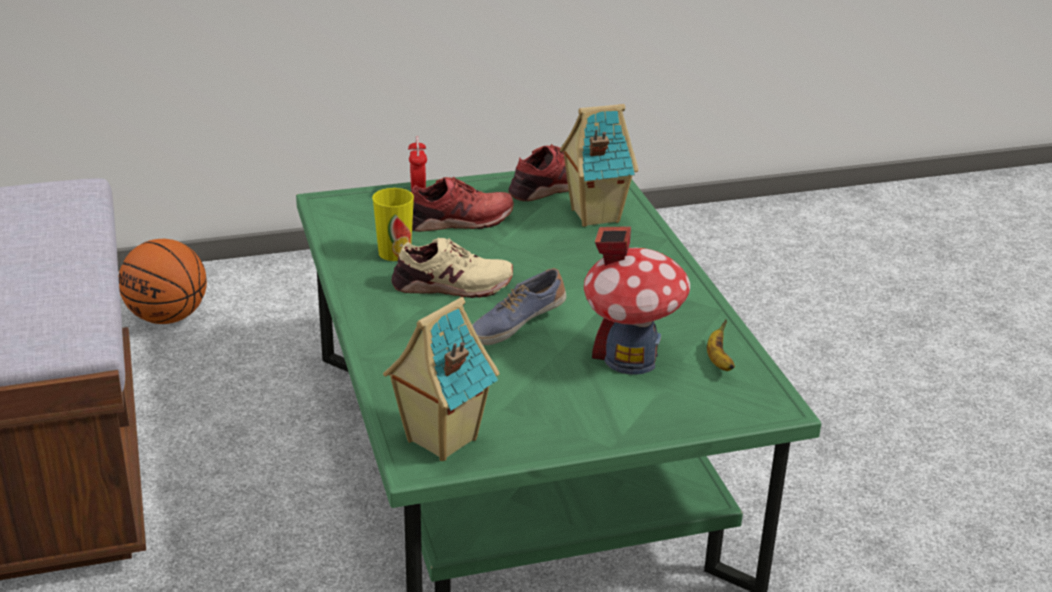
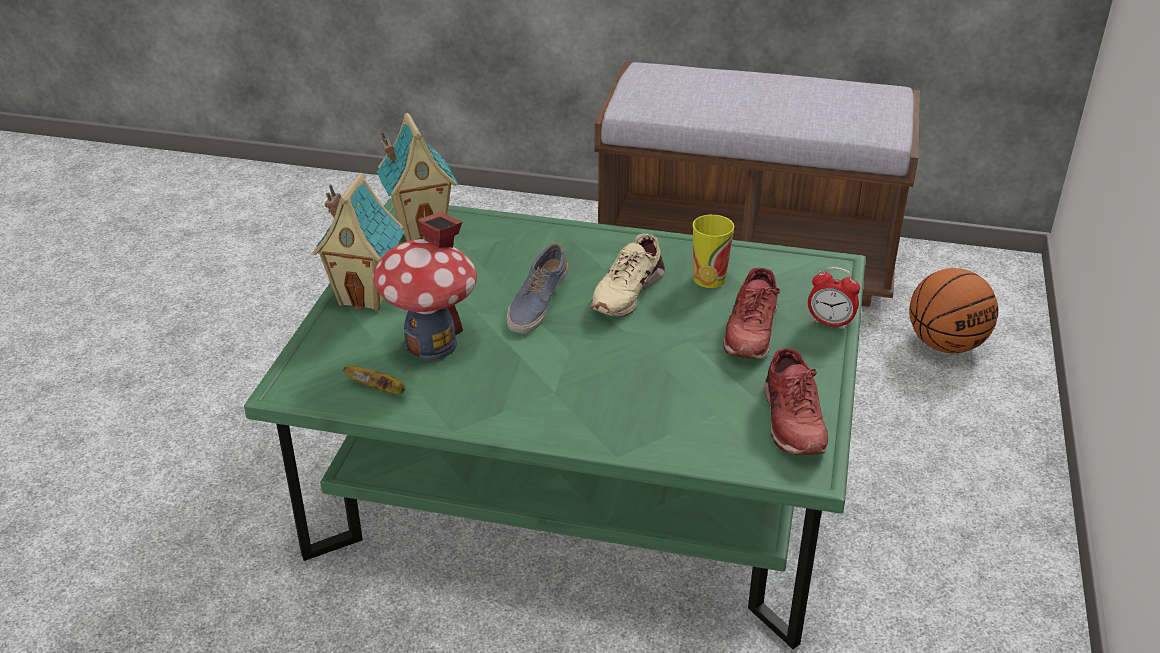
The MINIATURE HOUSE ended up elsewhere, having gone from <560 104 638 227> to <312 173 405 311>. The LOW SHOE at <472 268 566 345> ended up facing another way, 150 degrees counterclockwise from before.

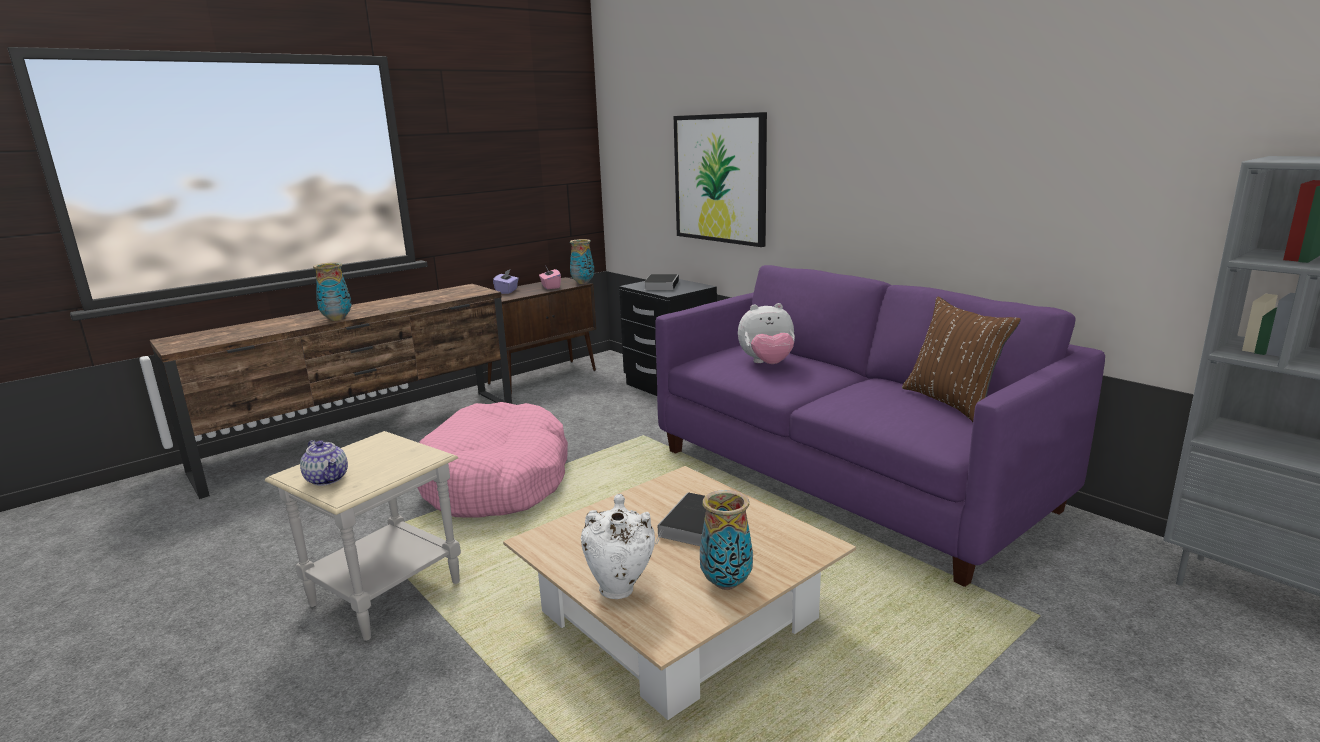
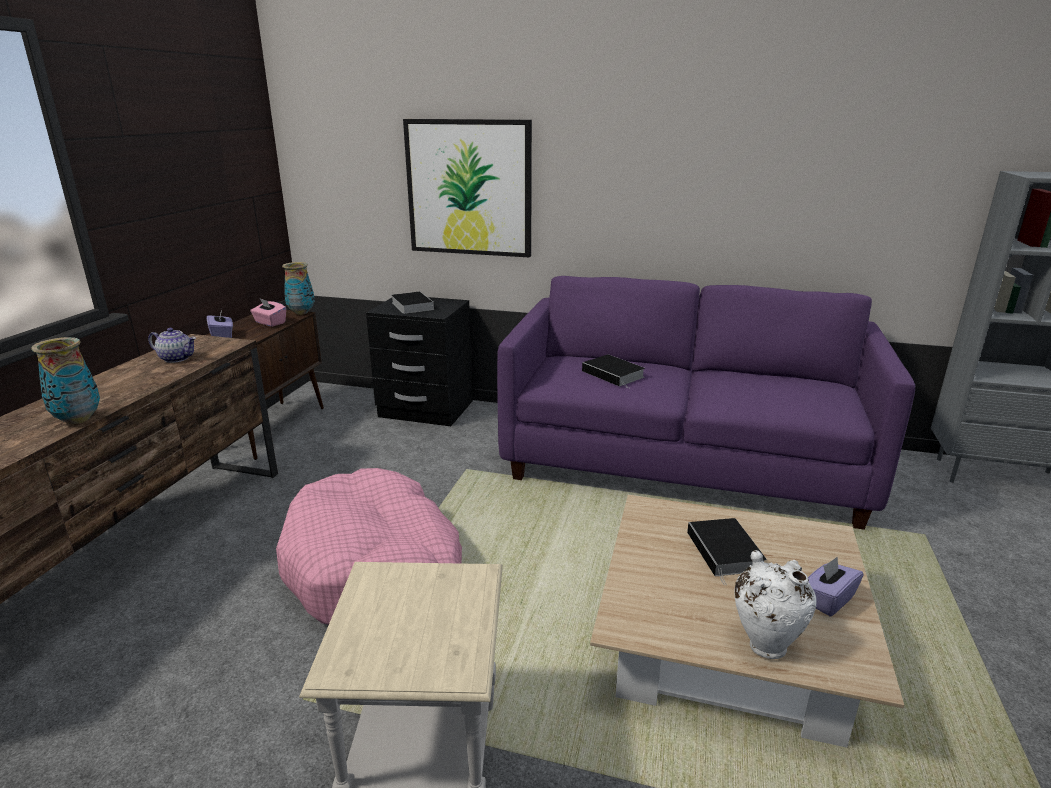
The TEA POT ended up elsewhere, having gone from <300 440 348 486> to <148 328 196 363>. Where the PLUSH TOY stood at <738 303 795 364>, the BOOK came to stand at <582 355 645 389>. Where the DECORATIVE VASE stood at <700 490 753 590>, the PURPLE TISSUE HOLDER came to stand at <808 557 863 616>. The second view lost the BROWN CUSHION at <902 297 1021 422>.

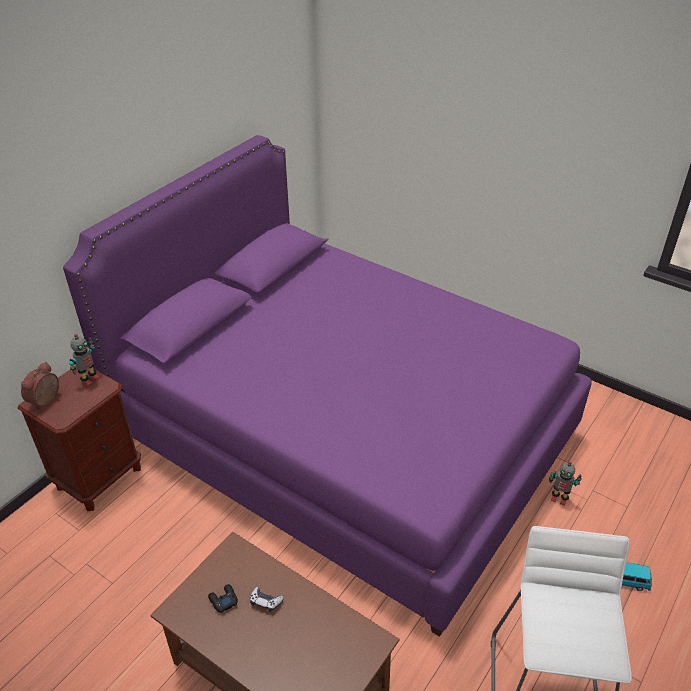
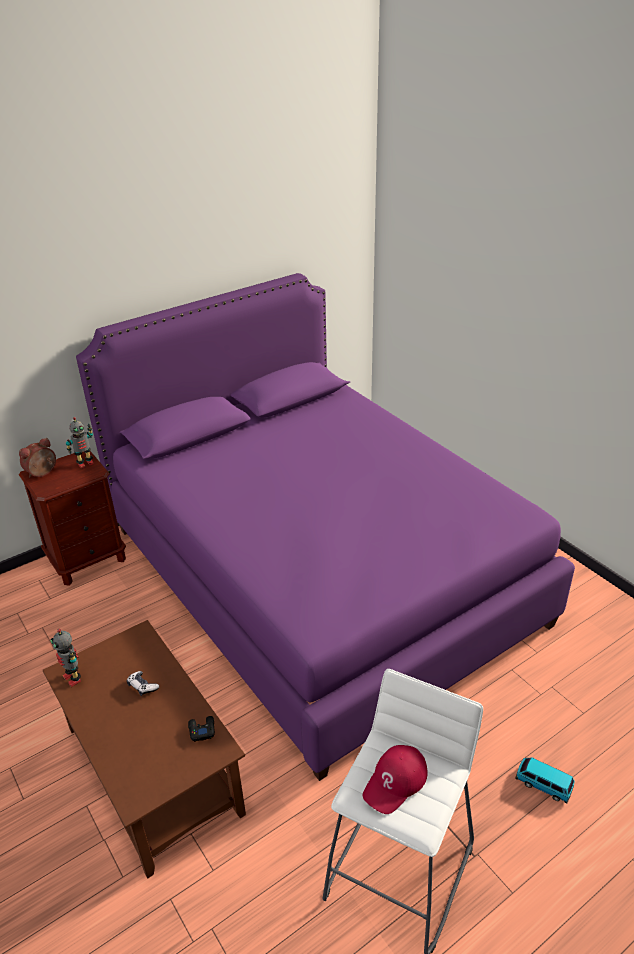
The ROBOT FIGURE ended up elsewhere, having gone from <549 461 582 505> to <51 629 81 687>. The BLACK GAME CONTROLLER ended up elsewhere, having gone from <208 584 238 613> to <188 716 215 742>. The second view gained the RED BASEBALL CAP at <363 745 428 814>.

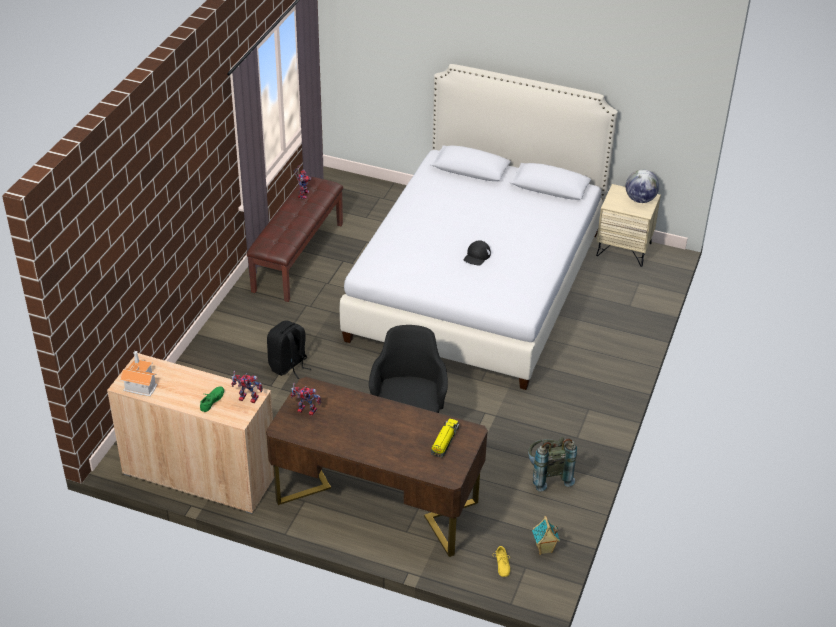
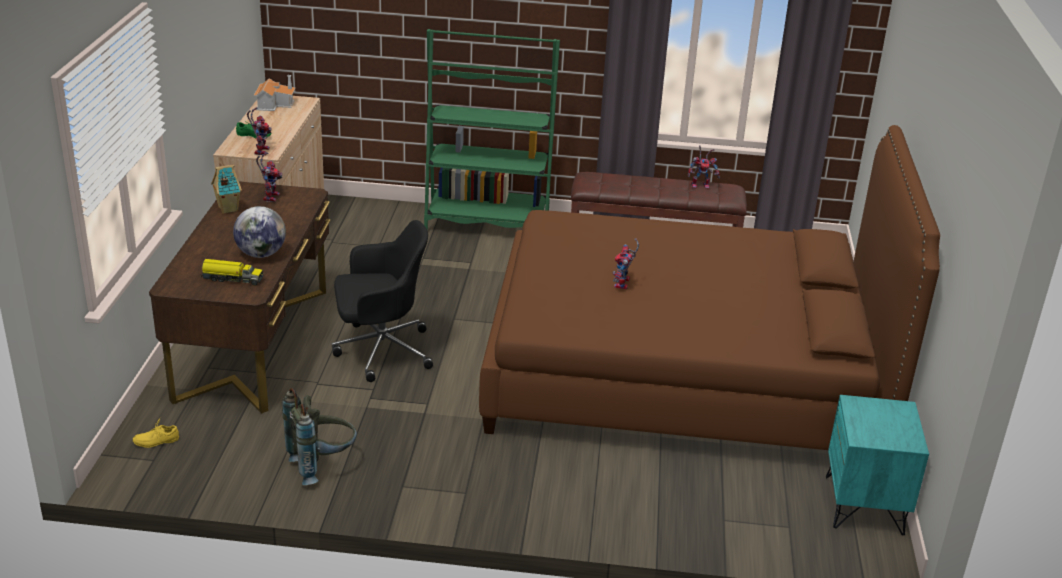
The MINIATURE HOUSE ended up elsewhere, having gone from <532 516 560 555> to <211 165 242 214>. The GLOBE ended up elsewhere, having gone from <625 170 659 203> to <233 206 286 258>. The second view gained the GREEN-COLOURED BOOKCASE at <424 29 560 231>. What was the WHITE-COLOURED BEDROOM BED at <340 64 618 390> turned into the BROWN BEDROOM BED at <479 125 940 450>. Where the BLACK BASEBALL CAP stood at <464 240 491 266>, the ROBOT FIGURE came to stand at <613 239 639 289>. What was the SAND-COLOURED NIGHTSTAND at <596 184 661 267> turned into the TURQUOISE-COLOURED NIGHTSTAND at <826 395 929 535>. The second view lost the BLACK KNAPSACK at <267 320 311 379>.

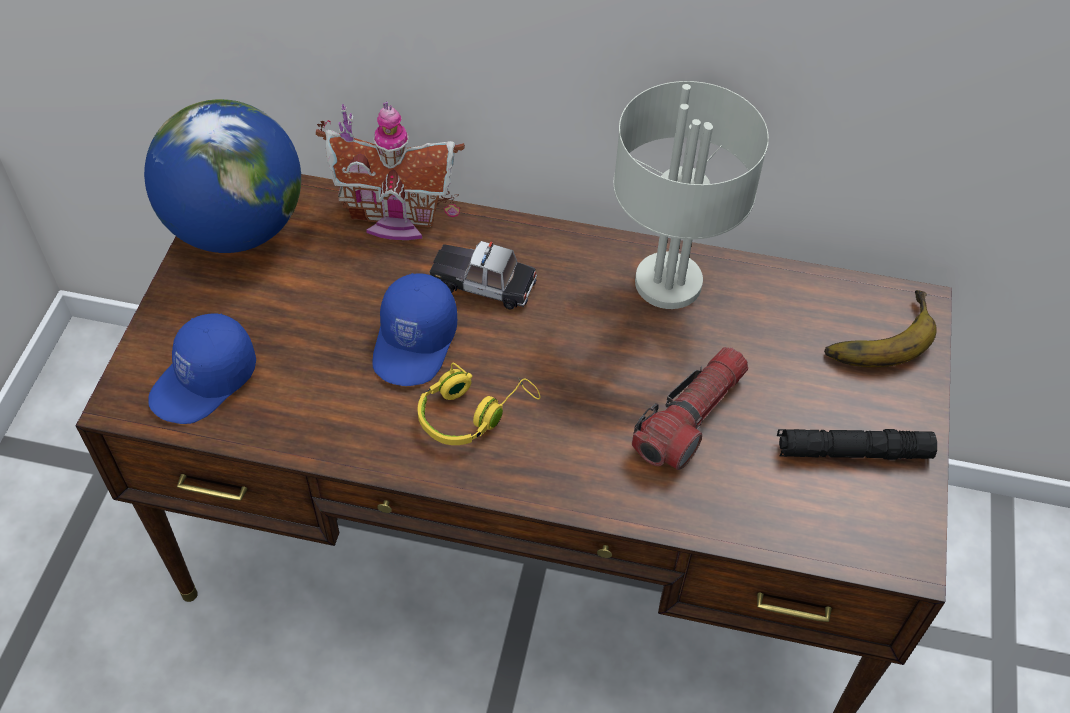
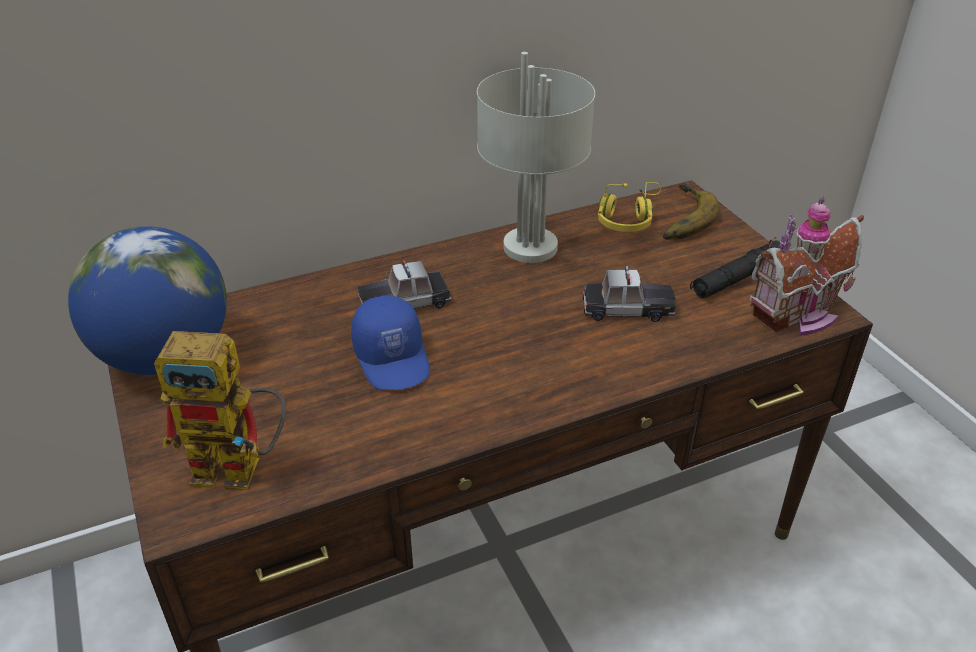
Where the BLUISH BASEBALL CAP stood at <148 313 256 424>, the ROBOT FIGURE came to stand at <154 331 286 490>. Where the HAND TORCH stood at <632 347 748 470>, the MINIATURE CAR came to stand at <583 266 676 322>. The YELLOW HEADSET ended up elsewhere, having gone from <418 363 541 445> to <598 182 661 232>. The MINIATURE HOUSE ended up elsewhere, having gone from <316 102 465 240> to <750 196 864 336>.

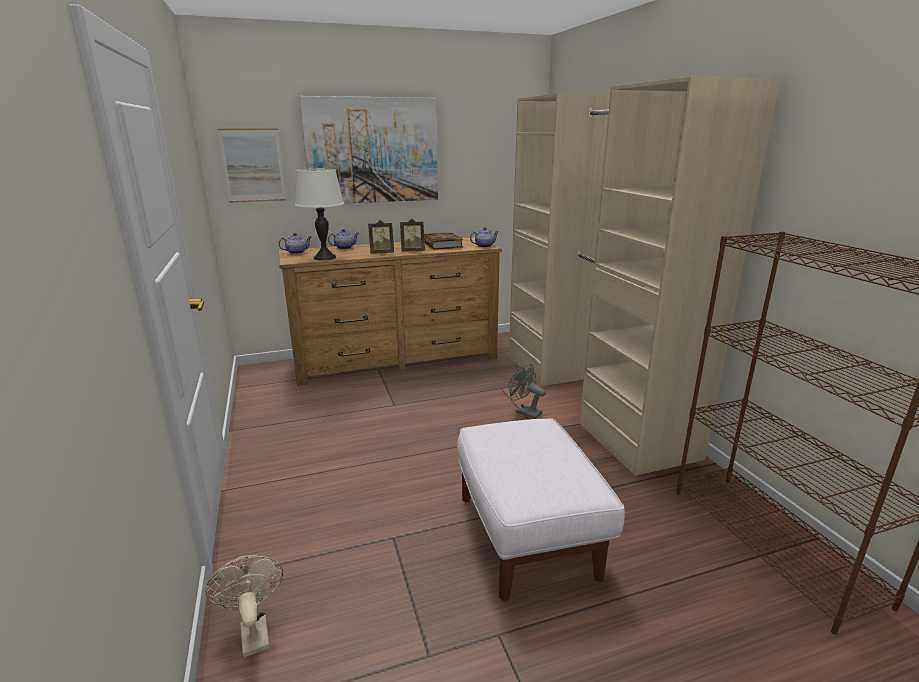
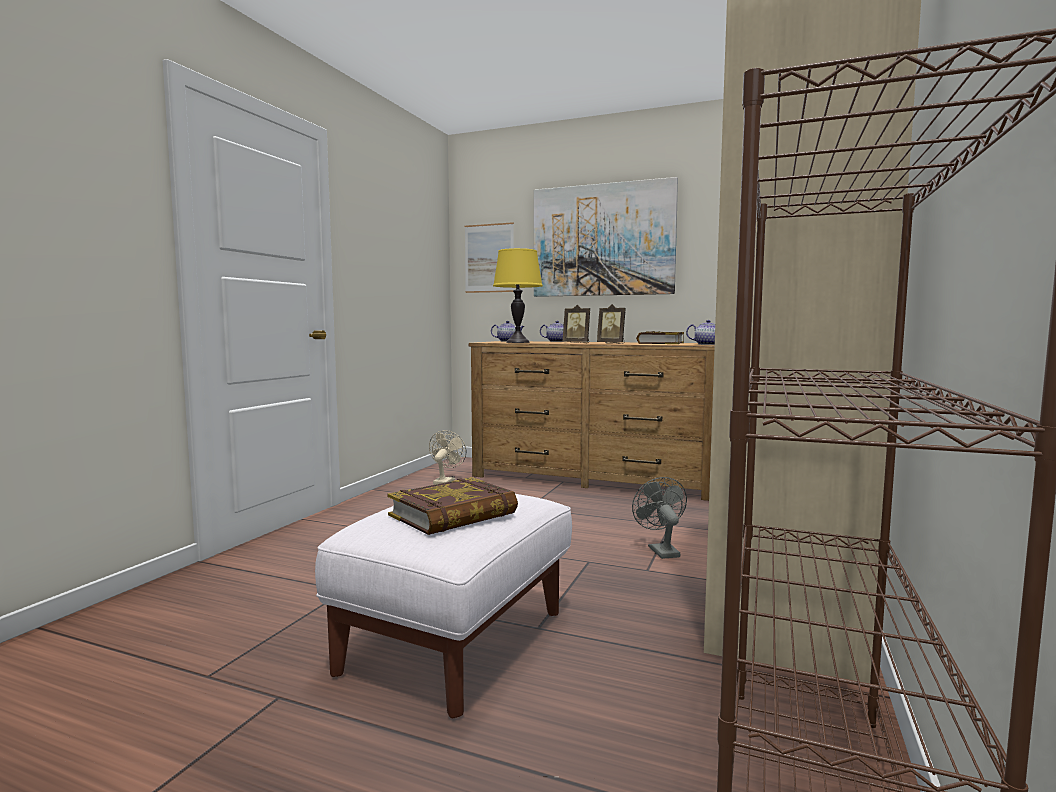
The second view gained the BOOK at <388 477 518 535>. The SAND-COLOURED COOLING FAN ended up elsewhere, having gone from <205 555 283 658> to <429 430 466 485>. What was the WHITE-COLOURED TABLE LAMP at <295 168 344 260> turned into the YELLOW TABLE LAMP at <493 248 543 343>.

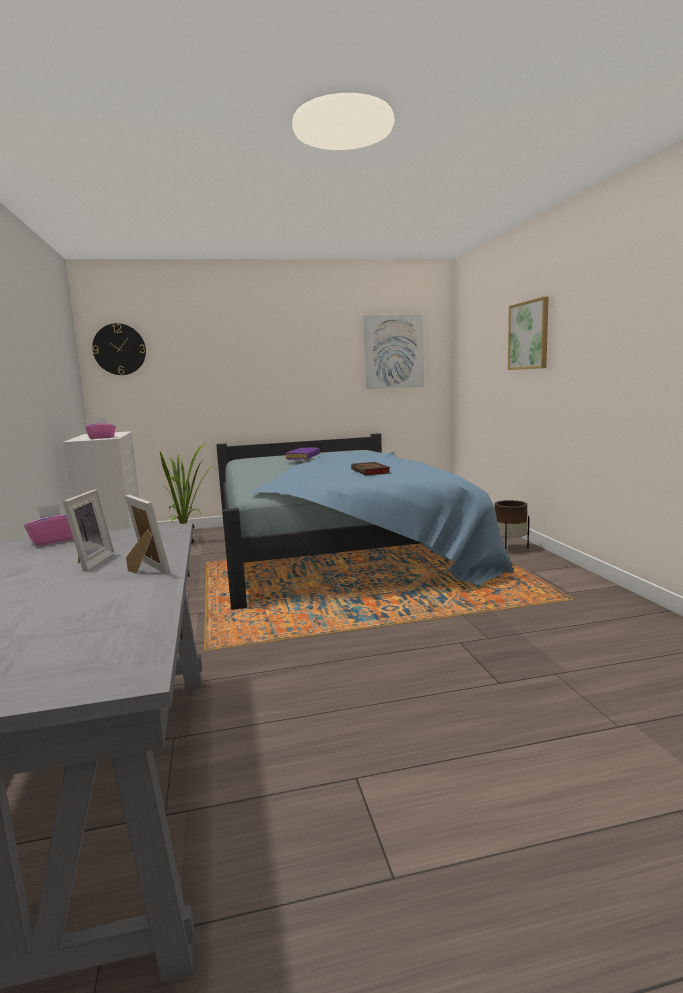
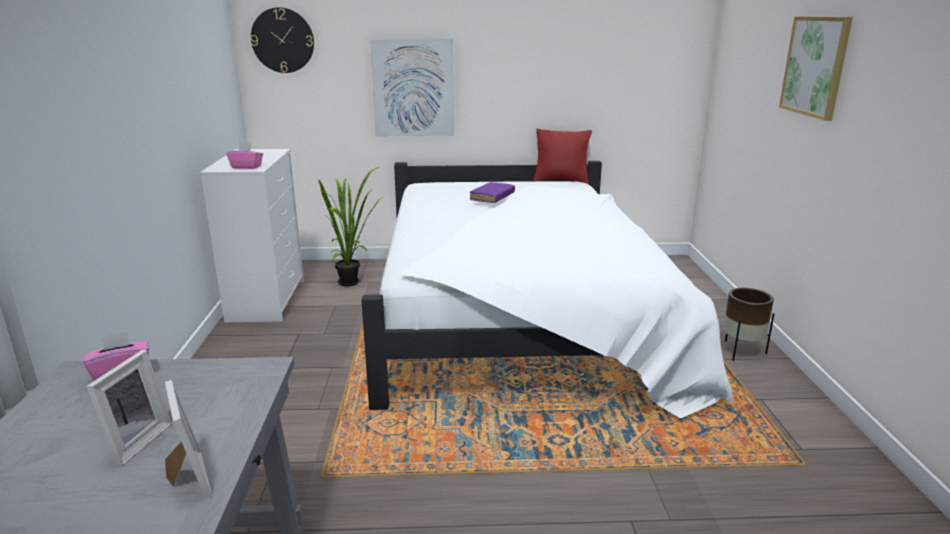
What was the BLUISH BEDROOM BED at <216 433 514 610> turned into the WHITE-COLOURED BEDROOM BED at <361 161 734 418>. The PICTURE ended up elsewhere, having gone from <364 314 424 389> to <370 39 454 136>. The second view gained the RED CUSHION at <533 129 592 184>. The second view lost the BOOK at <351 462 390 475>.

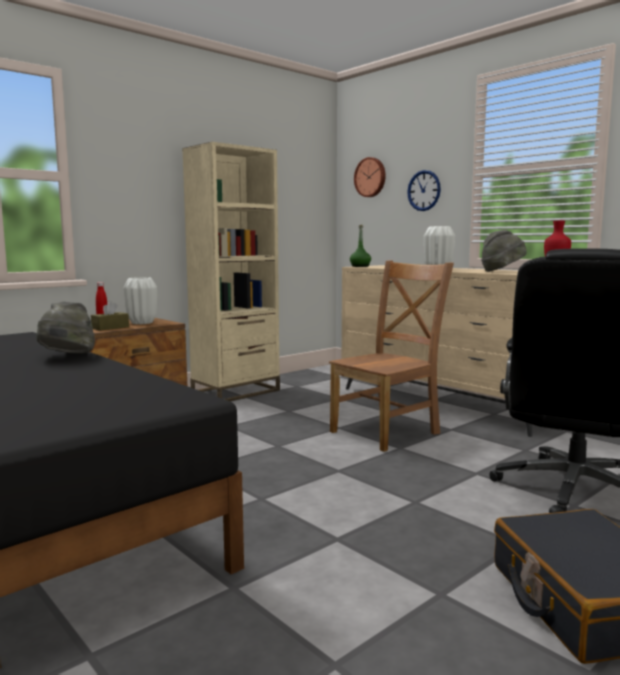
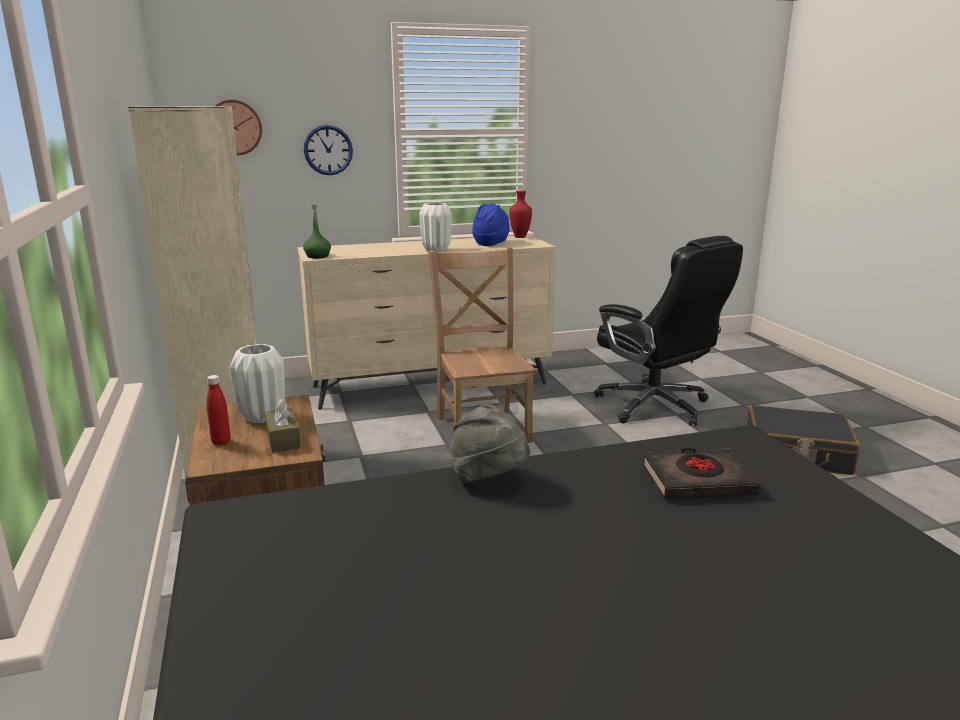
What was the GREY CLOTHING HAT at <481 230 527 272> turned into the BLUISH CLOTHING HAT at <472 203 510 246>. The second view gained the BLACK BOOK at <642 447 761 499>.

